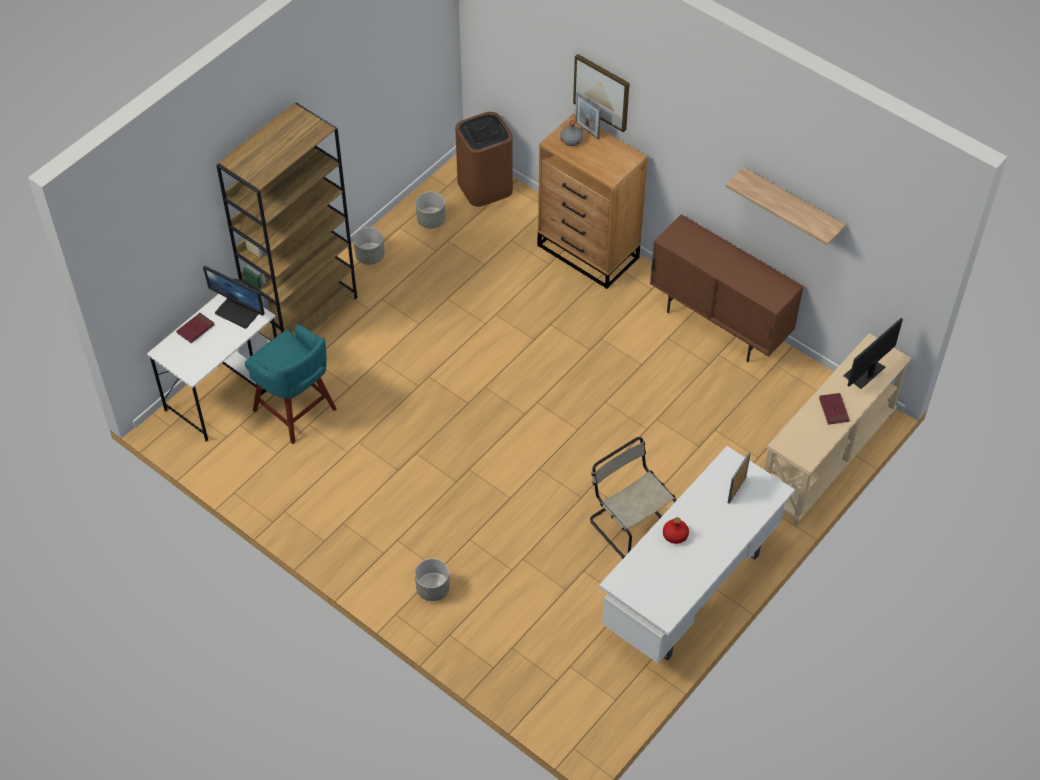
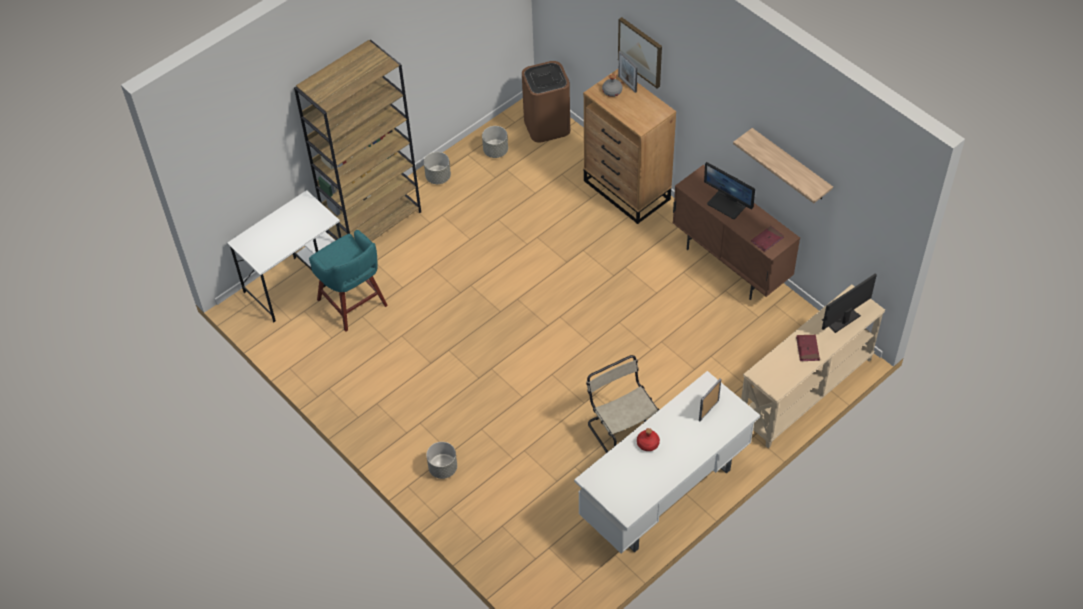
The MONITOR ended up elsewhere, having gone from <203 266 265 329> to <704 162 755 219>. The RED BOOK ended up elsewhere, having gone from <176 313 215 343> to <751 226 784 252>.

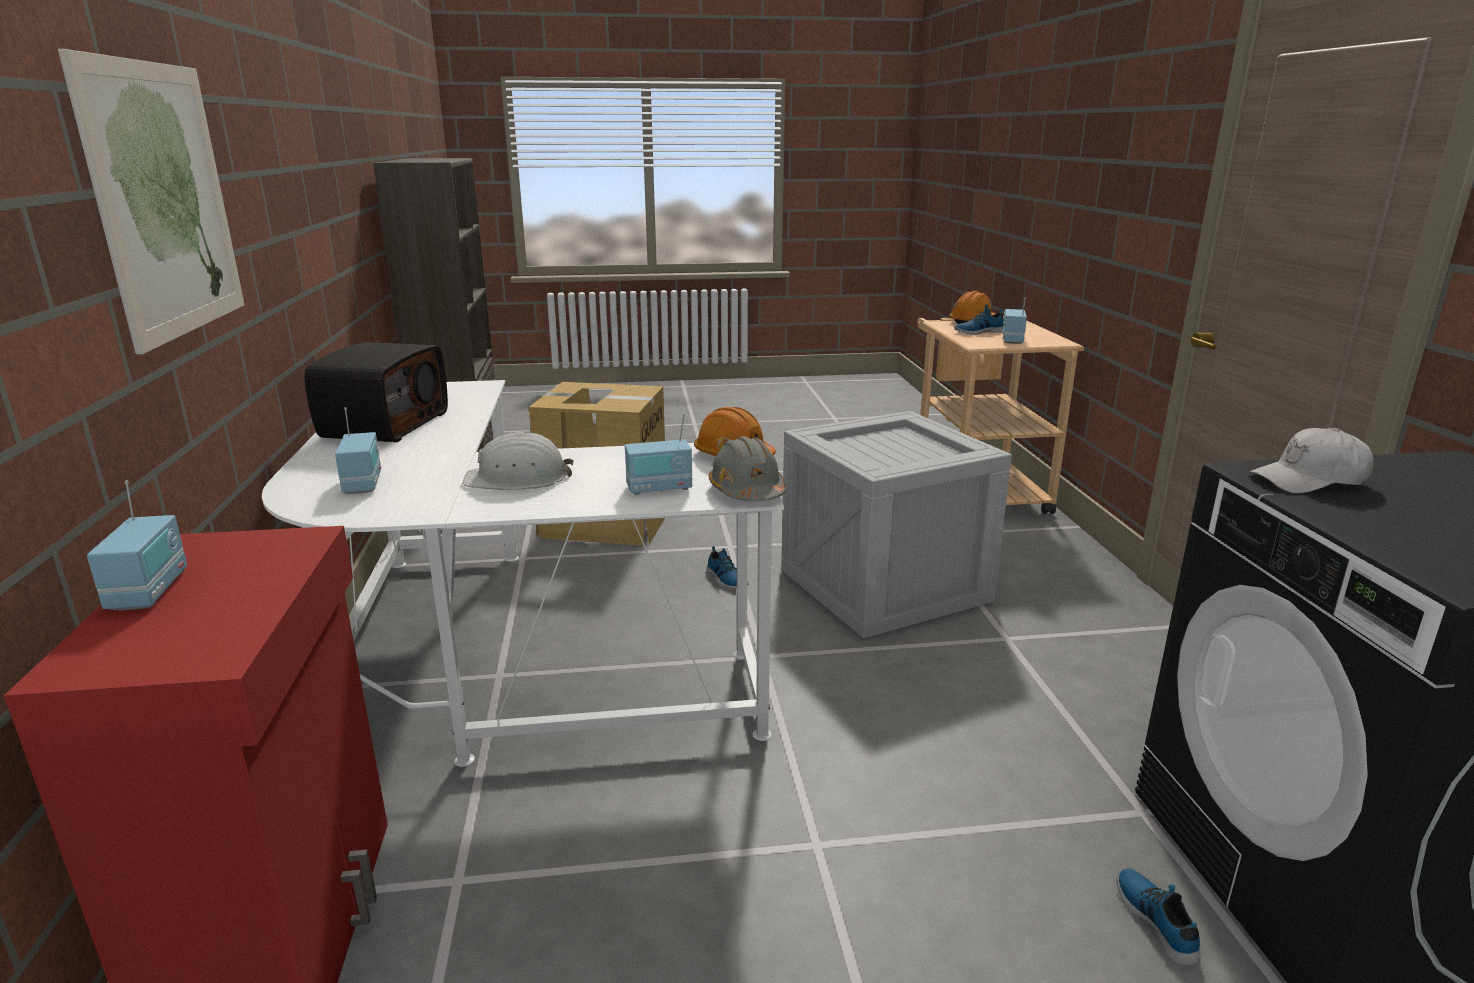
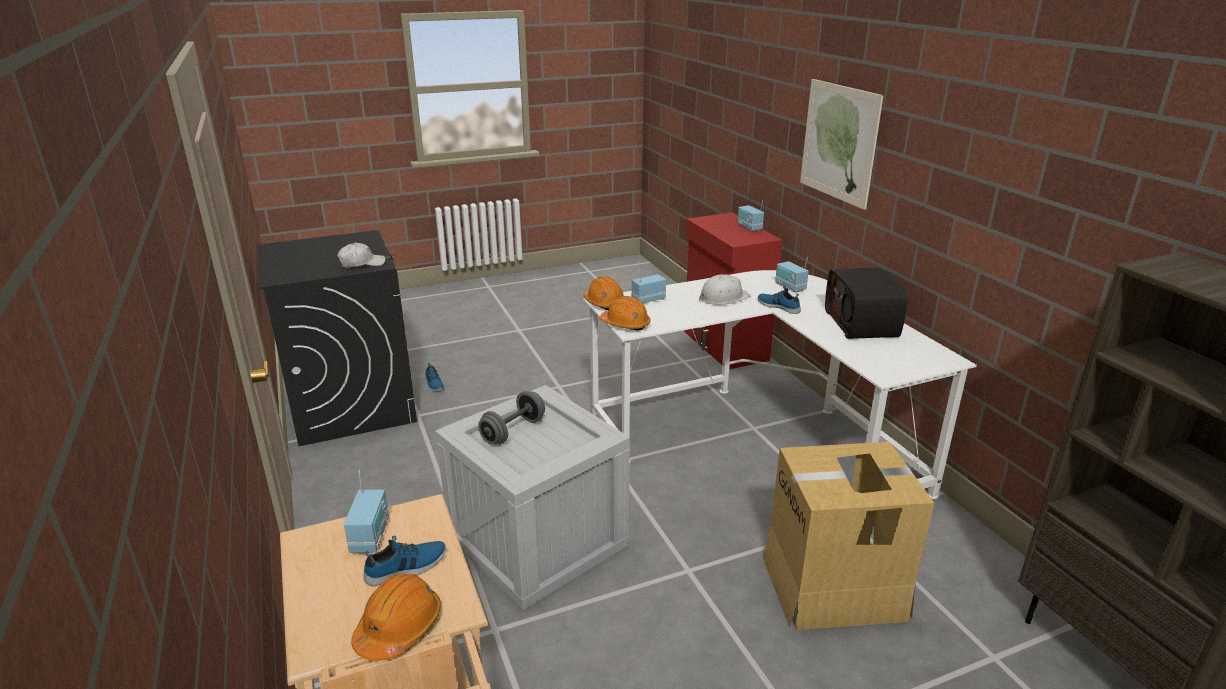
The second view gained the GREY DUMBBELL at <478 391 545 444>. What was the GREY WORK HELMET at <708 436 786 501> turned into the ORANGEY WORK HELMET at <583 276 624 310>. The LOW SHOE ended up elsewhere, having gone from <706 546 748 589> to <758 285 801 314>.

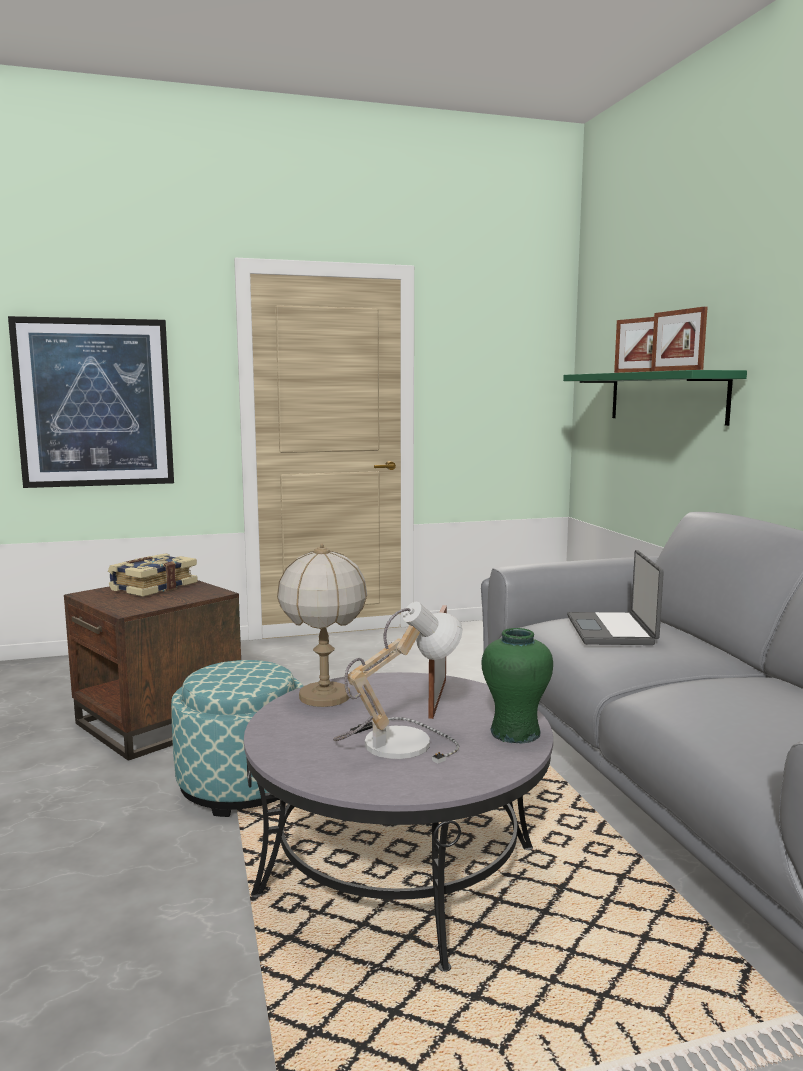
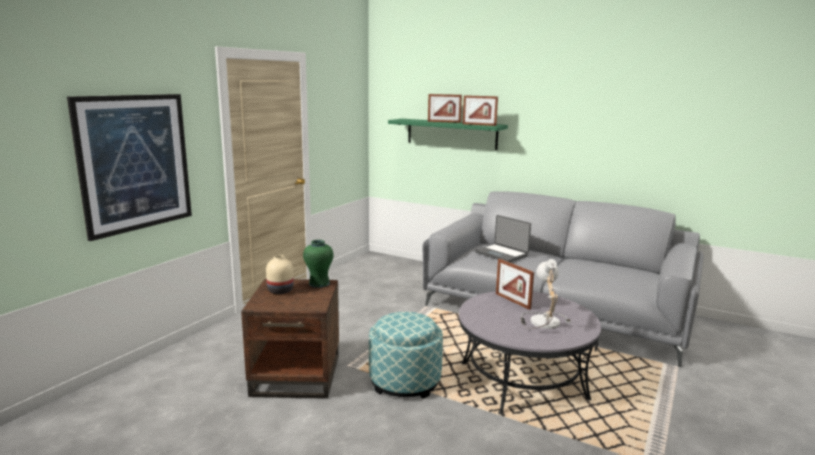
Where the BOOK stood at <108 553 198 597>, the SAND-COLOURED DECORATIVE VASE came to stand at <266 255 294 294>. The GREEN-COLOURED DECORATIVE VASE ended up elsewhere, having gone from <481 628 553 744> to <303 240 333 288>. The second view lost the TABLE LAMP at <277 543 367 707>.

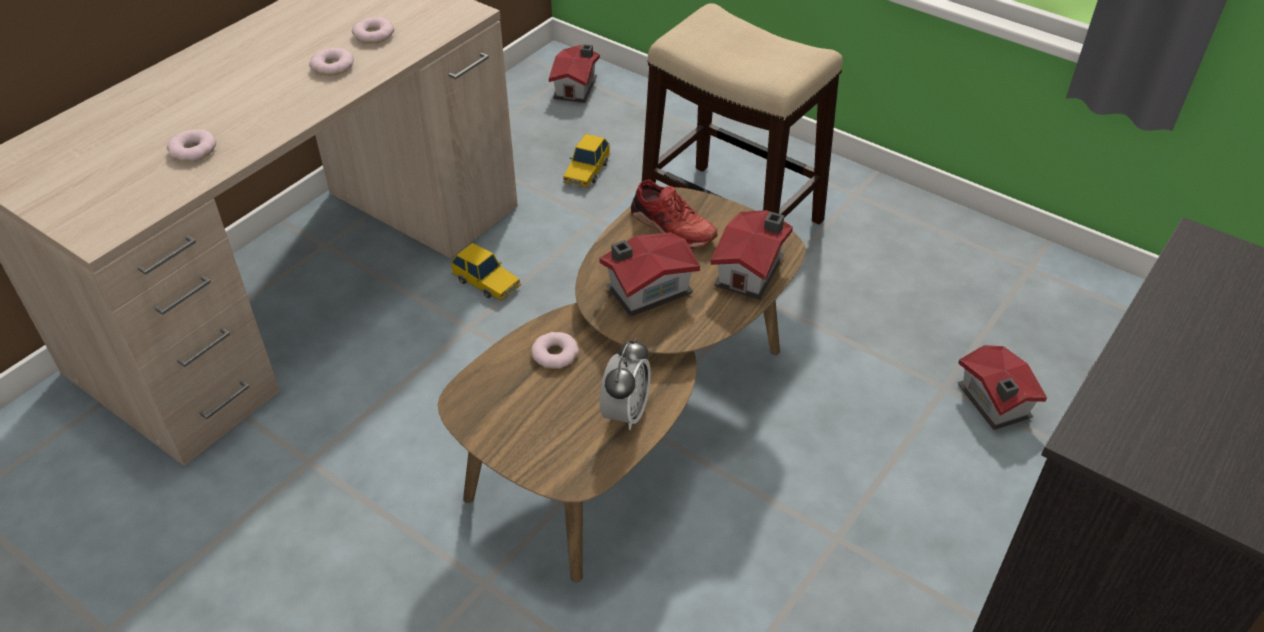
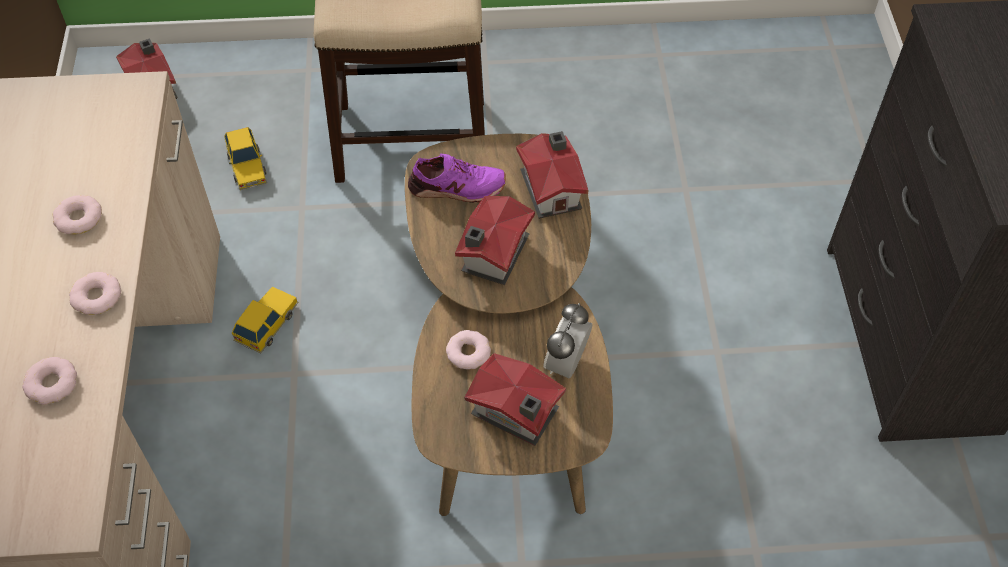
The DOUGHNUT ended up elsewhere, having gone from <352 17 394 44> to <69 272 121 315>. The MINIATURE CAR at <451 243 521 301> ended up facing another way, 60 degrees counterclockwise from before. What was the RED LOW SHOE at <631 179 718 249> turned into the PURPLE LOW SHOE at <408 154 505 203>. The MINIATURE HOUSE ended up elsewhere, having gone from <958 345 1047 430> to <465 353 566 446>. The ALARM CLOCK at <600 338 651 430> ended up facing another way, 135 degrees counterclockwise from before.

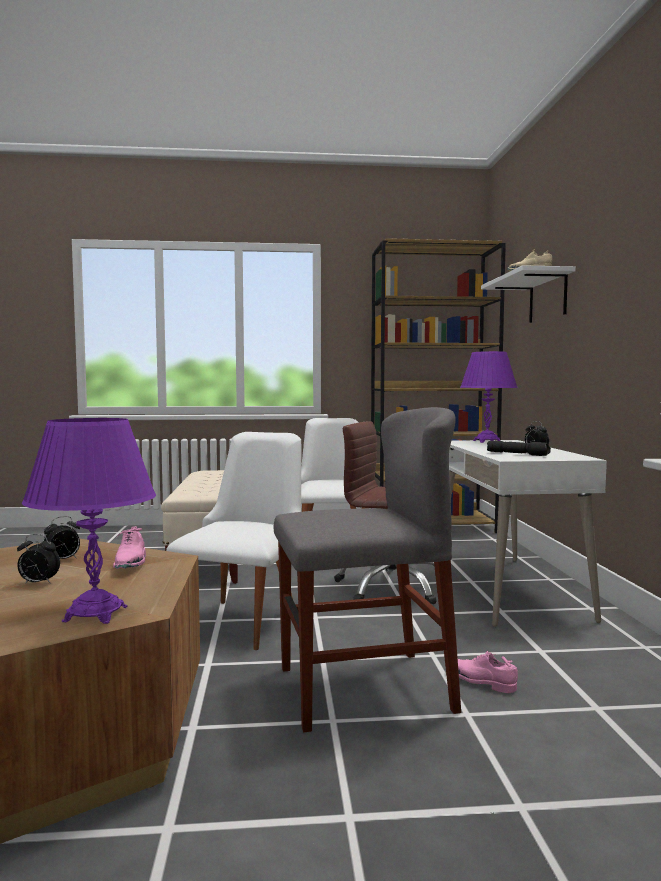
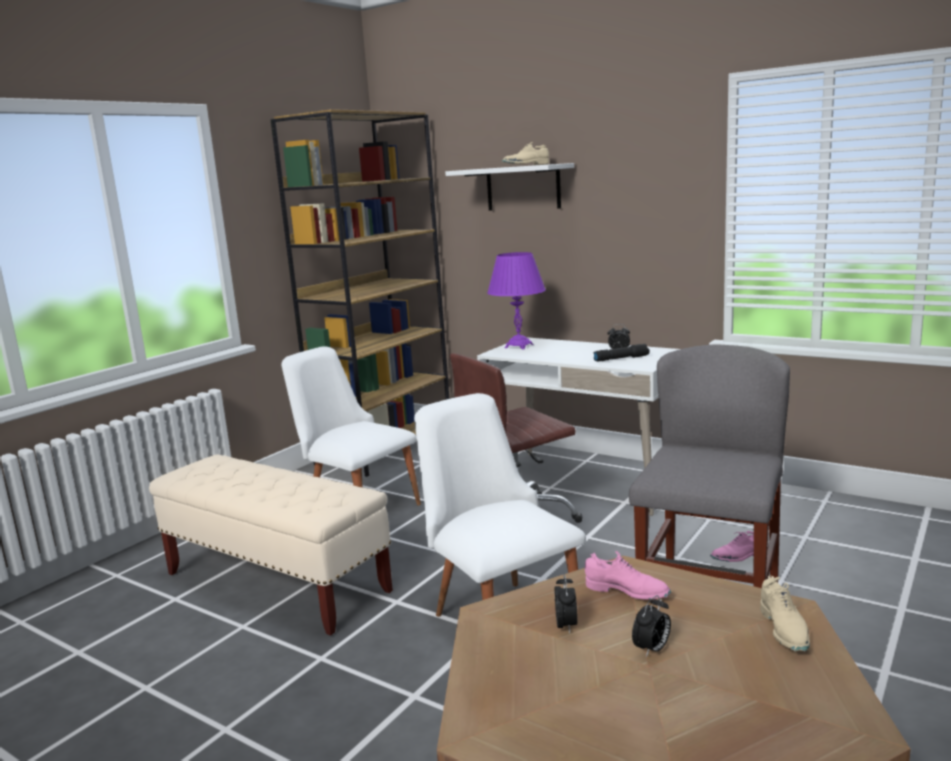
Where the PURPLE TABLE LAMP stood at <22 418 156 624>, the SAND-COLOURED LOW SHOE came to stand at <760 575 810 652>.

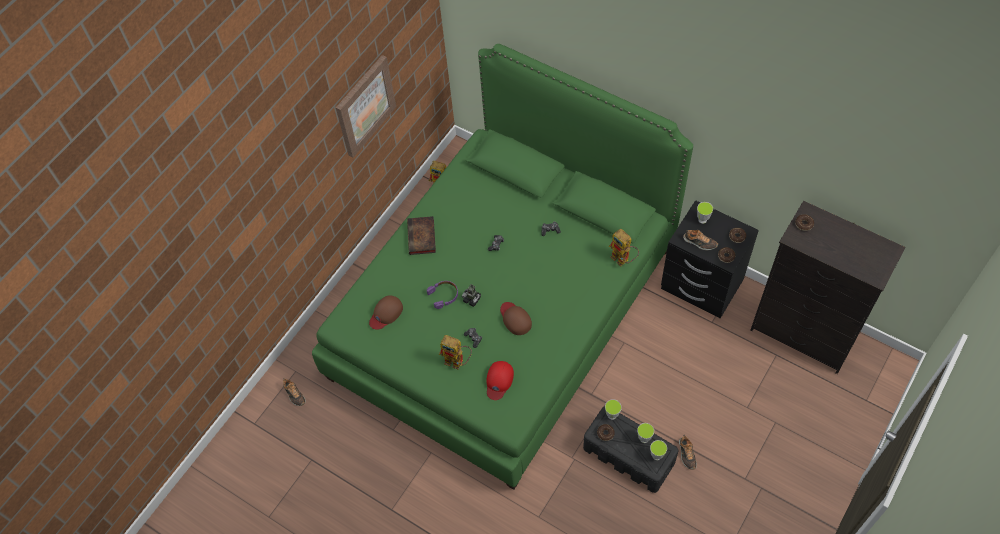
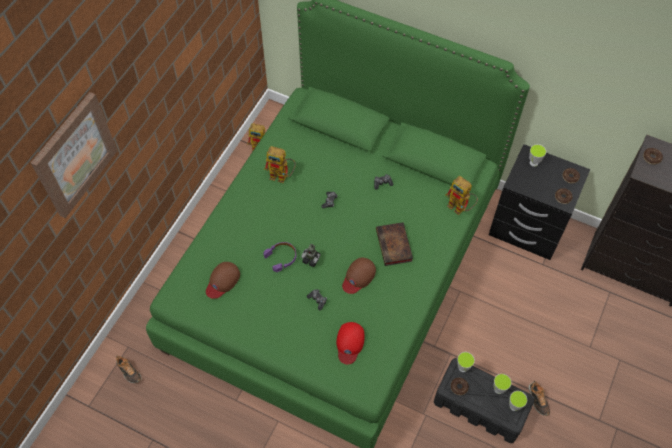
The PICTURE ended up elsewhere, having gone from <336 55 396 158> to <31 92 117 218>. The ROBOT FIGURE ended up elsewhere, having gone from <439 335 472 369> to <264 146 296 183>. The BROWN BASEBALL CAP at <500 302 532 335> ended up facing another way, 105 degrees counterclockwise from before. The BOOK ended up elsewhere, having gone from <407 216 436 255> to <376 222 413 266>. The second view lost the LOW SHOE at <683 230 718 250>.

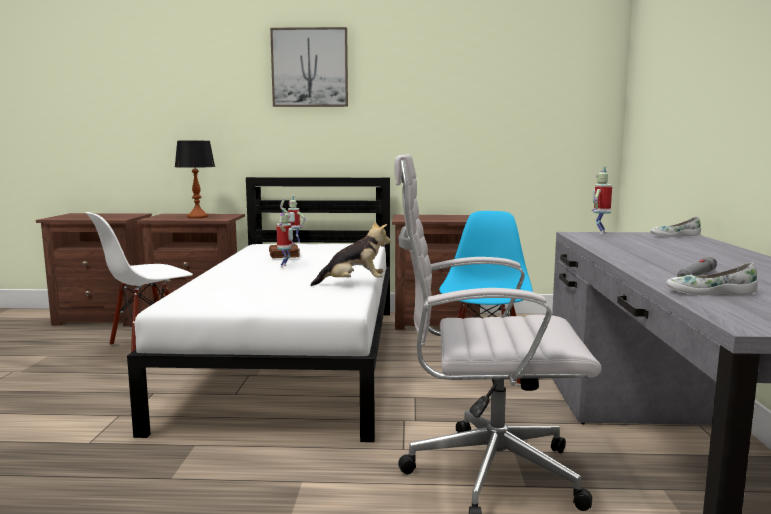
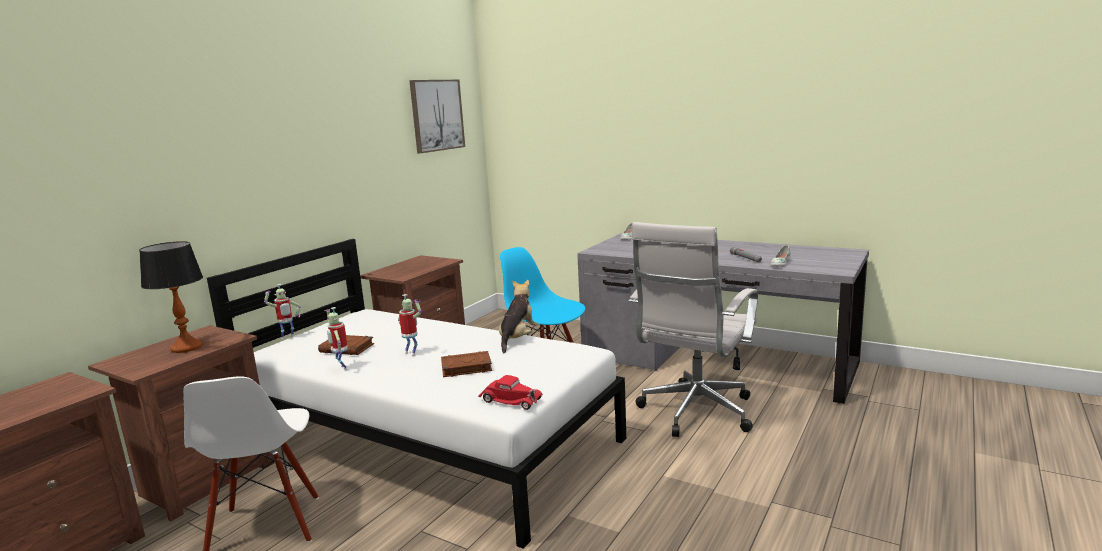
The ROBOT FIGURE ended up elsewhere, having gone from <591 167 612 234> to <324 307 348 371>. The PICTURE ended up elsewhere, having gone from <270 27 348 107> to <409 80 465 153>. The second view gained the BROWN BOOK at <441 351 492 377>. The second view gained the RED MINIATURE CAR at <478 375 543 410>.

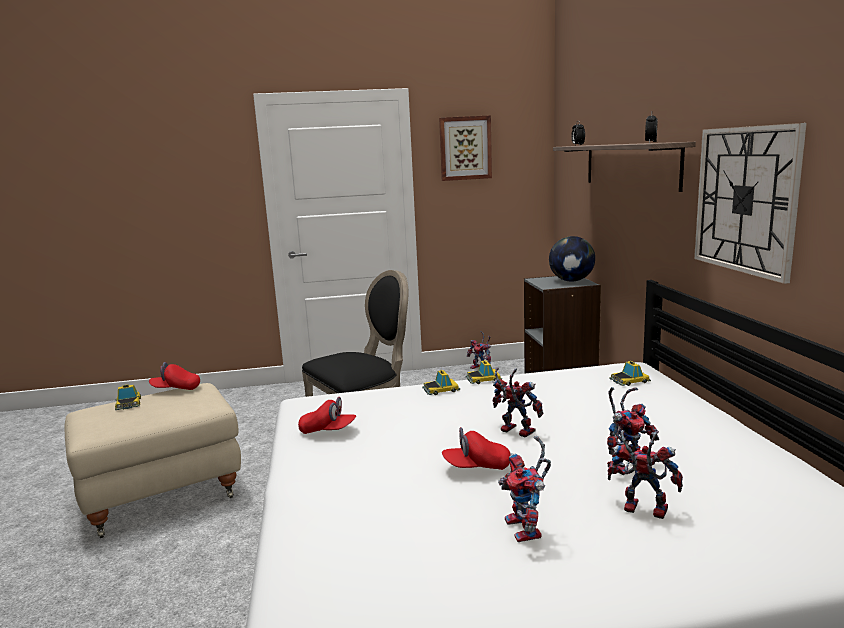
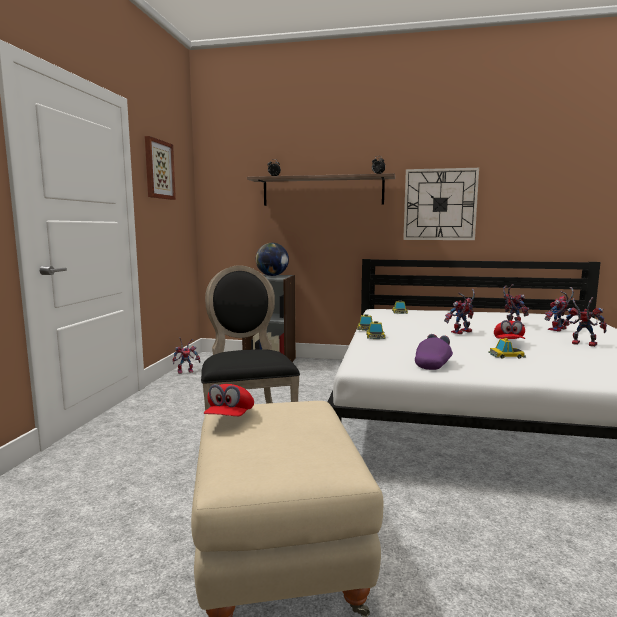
What was the RED BASEBALL CAP at <298 397 356 434> turned into the PURPLE BASEBALL CAP at <415 334 453 370>. The MINIATURE CAR ended up elsewhere, having gone from <115 384 141 410> to <488 338 526 359>. The ROBOT FIGURE at <498 436 551 542> ended up facing another way, 150 degrees counterclockwise from before.

